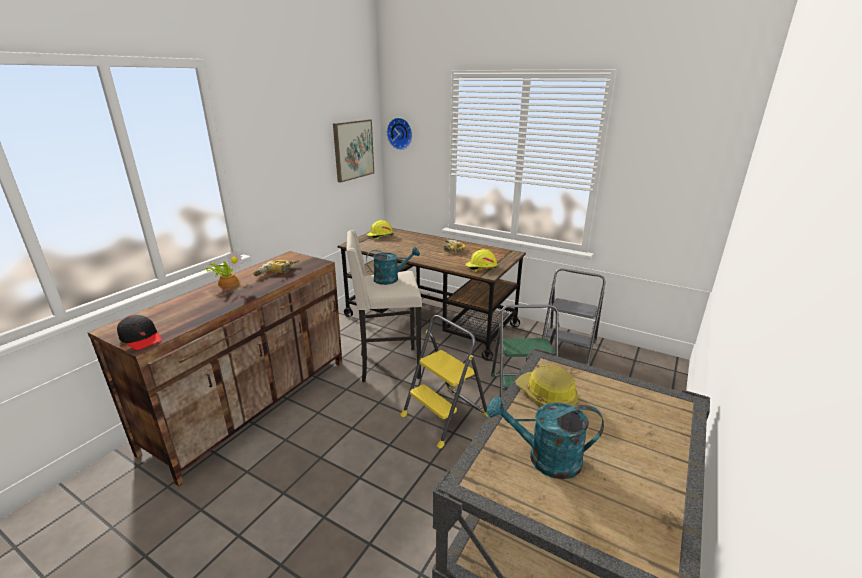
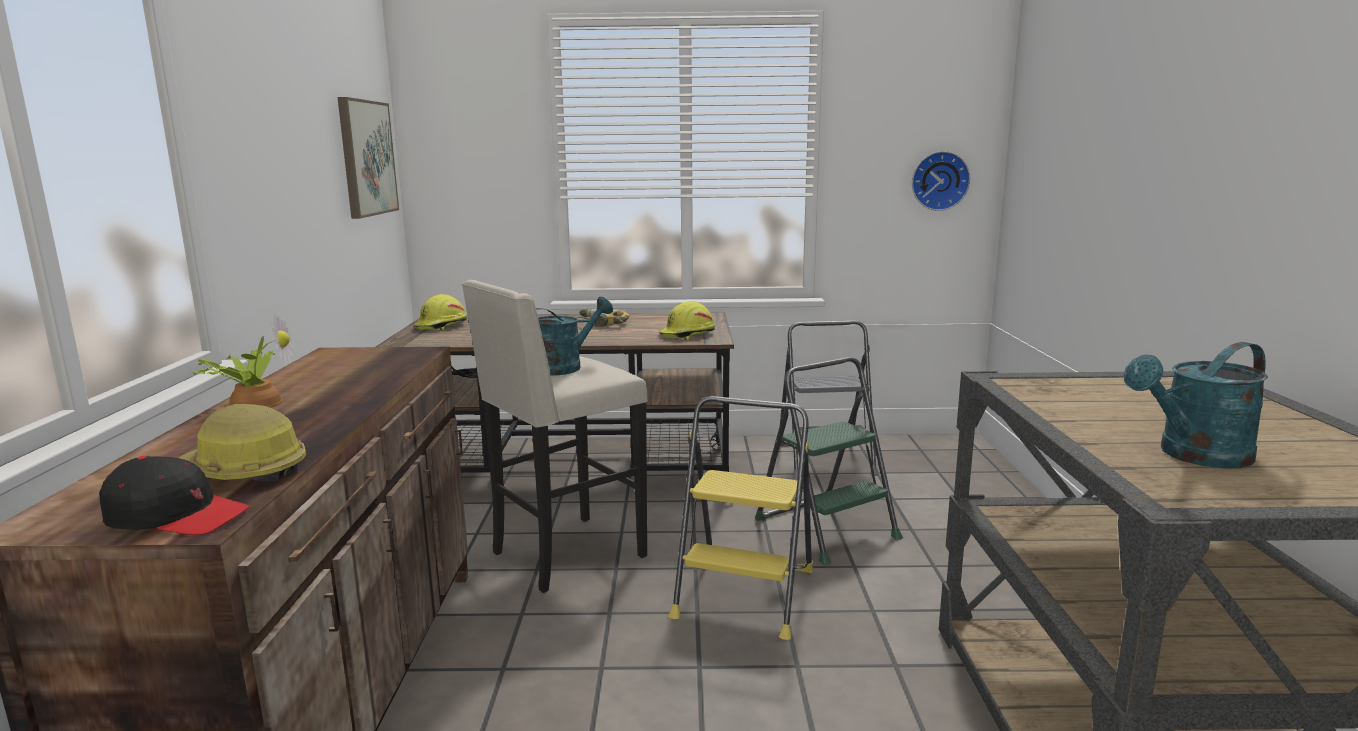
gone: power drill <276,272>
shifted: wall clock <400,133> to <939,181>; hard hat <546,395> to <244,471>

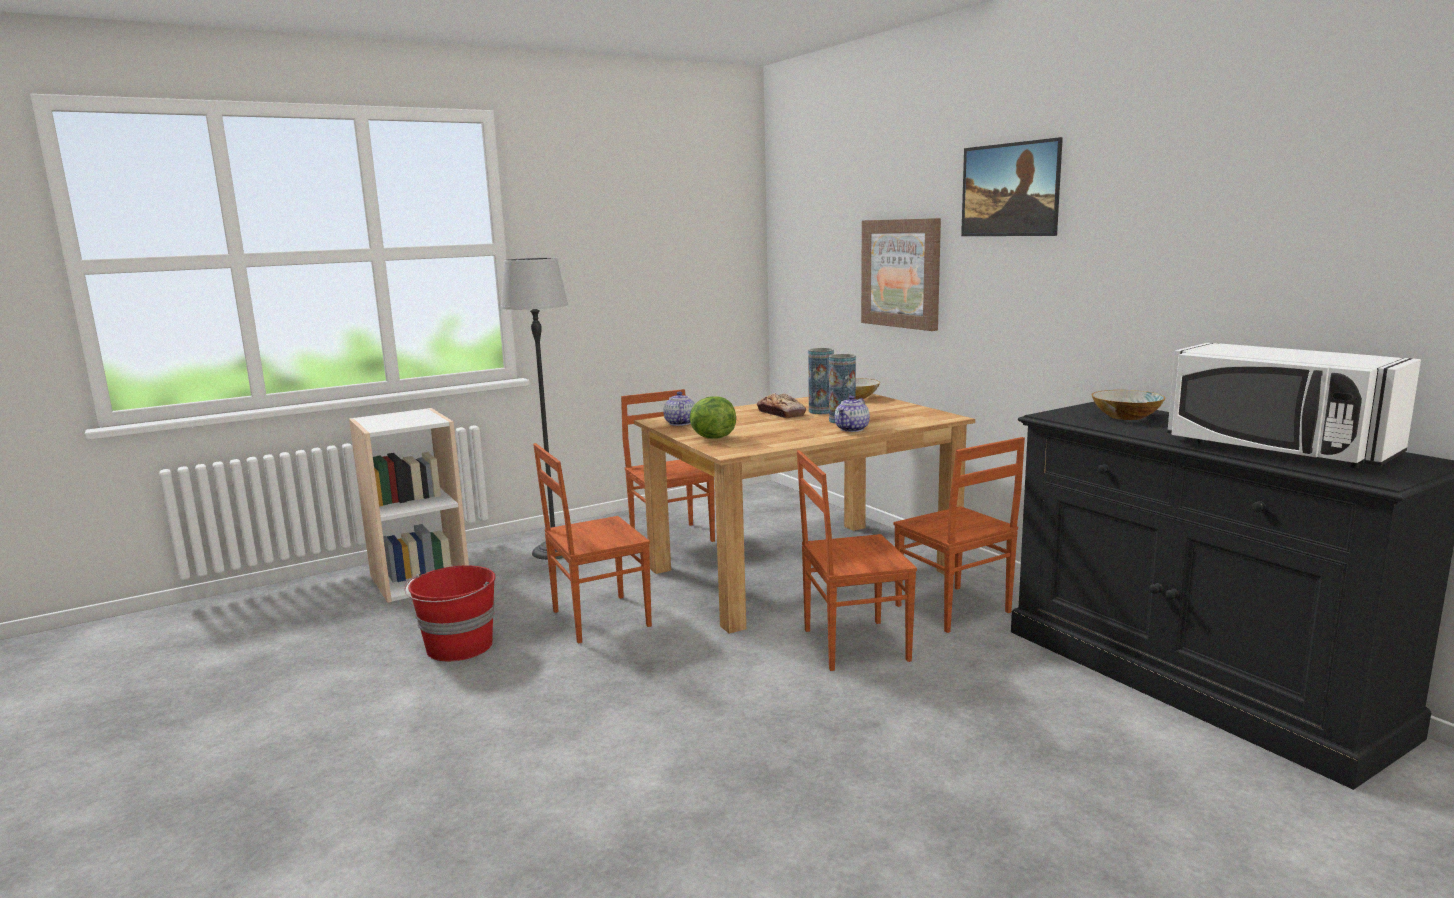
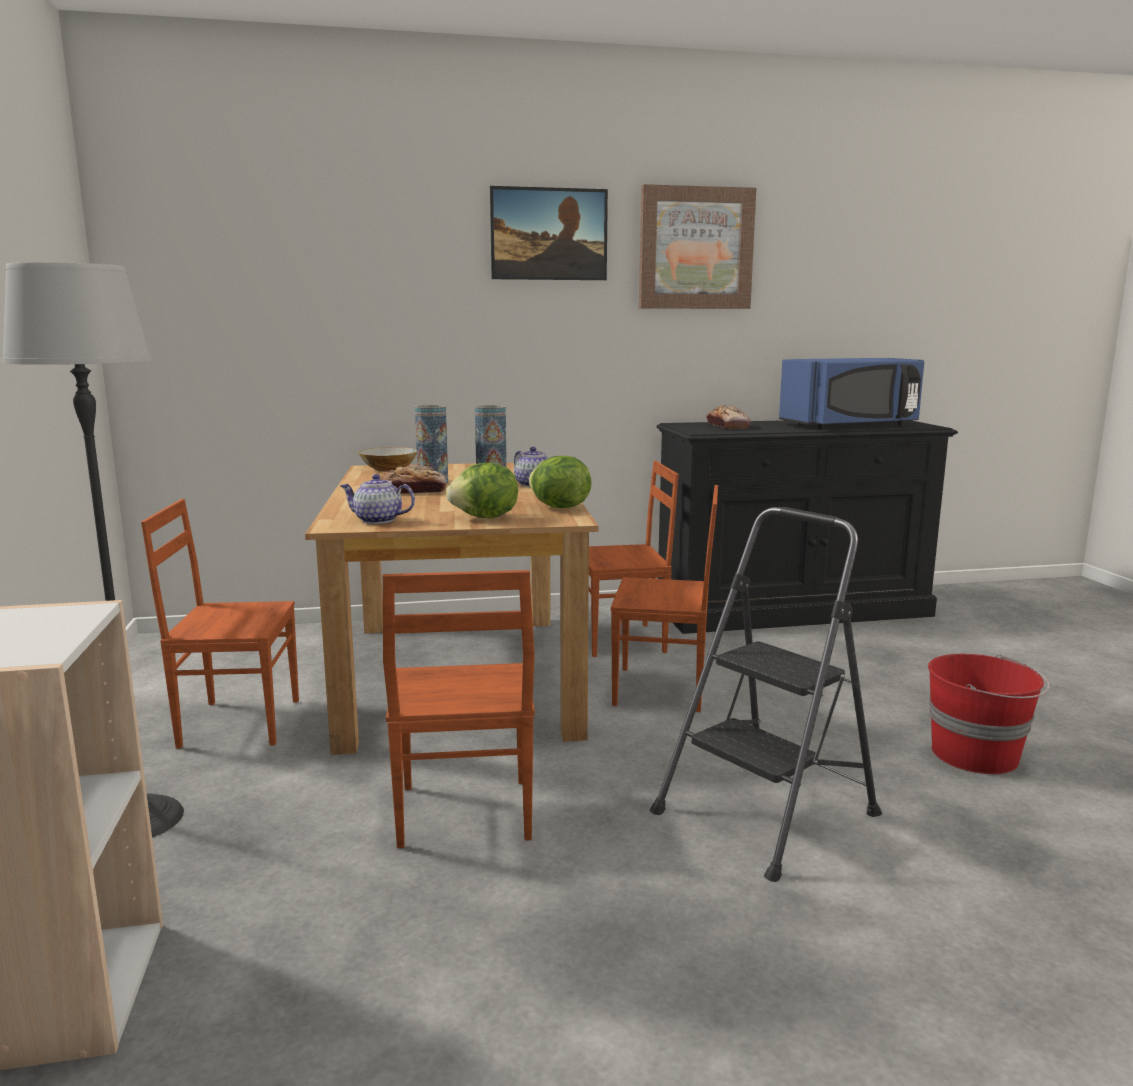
new: lettuce <558,508>; black step ladder <770,809>
shifted: picture <901,273> to <695,248>; red bucket <459,647> to <976,755>
swapped: bowl <1126,417> to bread <727,426>
repainted: white microwave <1276,450> to blue microwave <851,425>
rotated: brown chair <853,644> = <661,690> 90 degrees counterclockwise

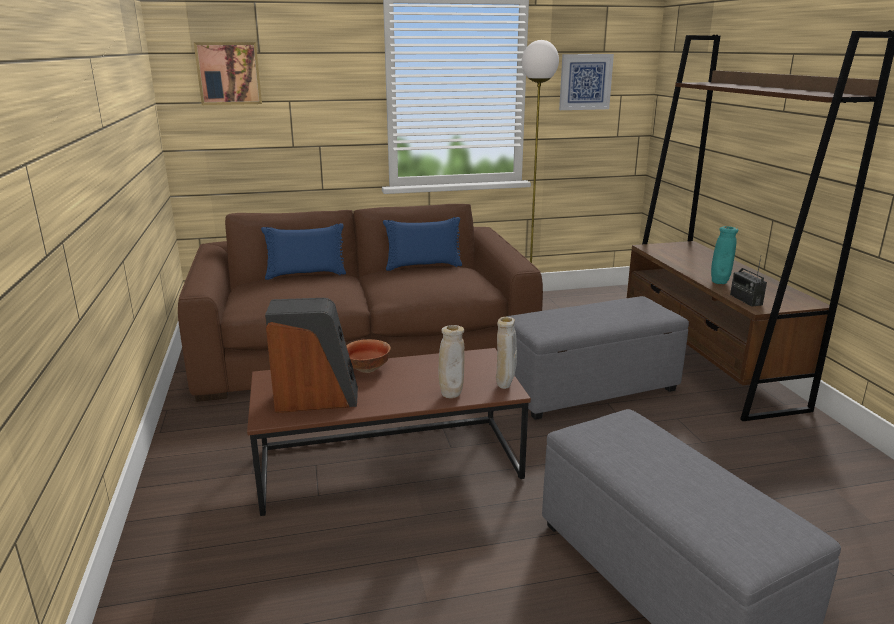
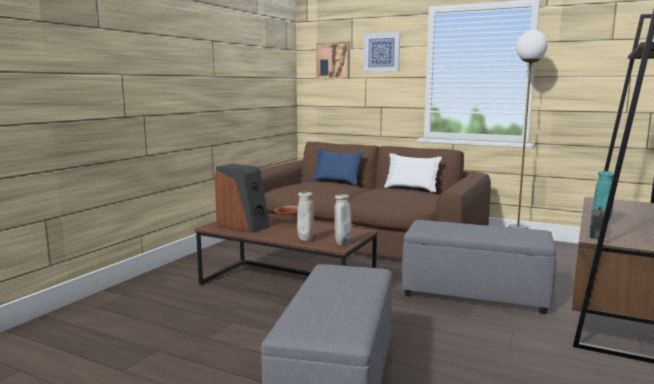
shifted: picture <585,82> to <381,52>
repainted: blue pillow <423,266> to white pillow <411,189>

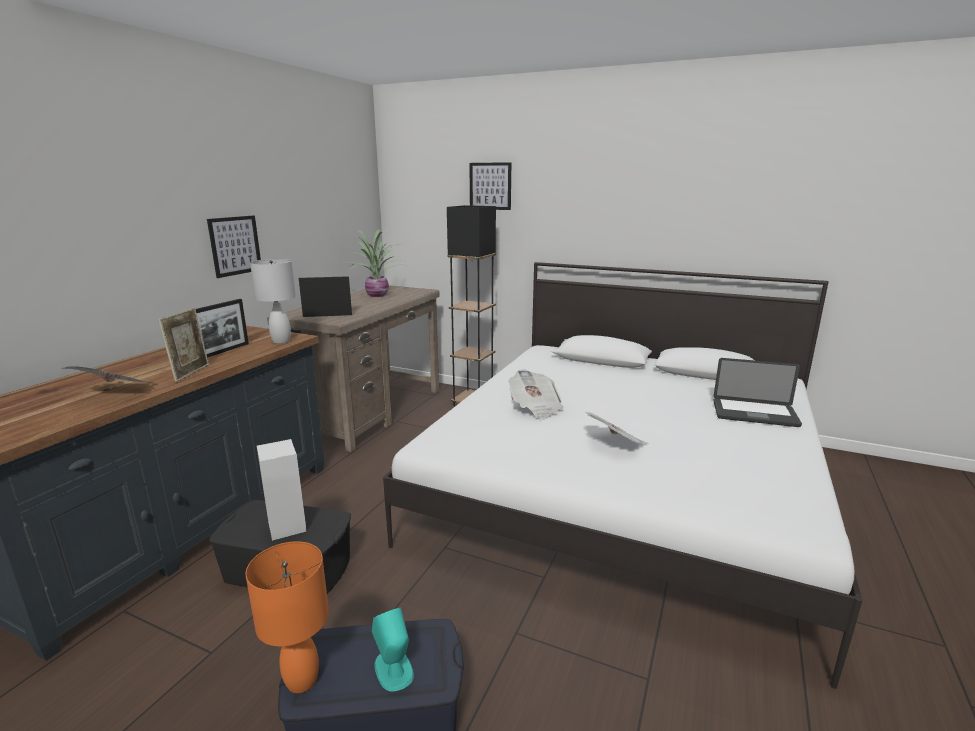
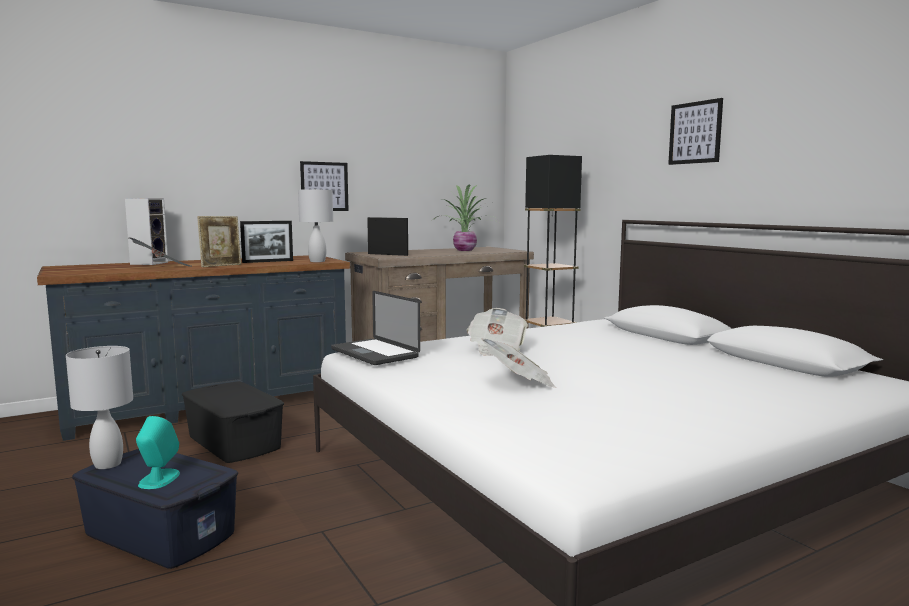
shifted: picture <490,186> to <695,132>; laptop <754,414> to <374,353>; speaker <285,525> to <149,263>
repainted: orange table lamp <302,681> to white table lamp <107,464>

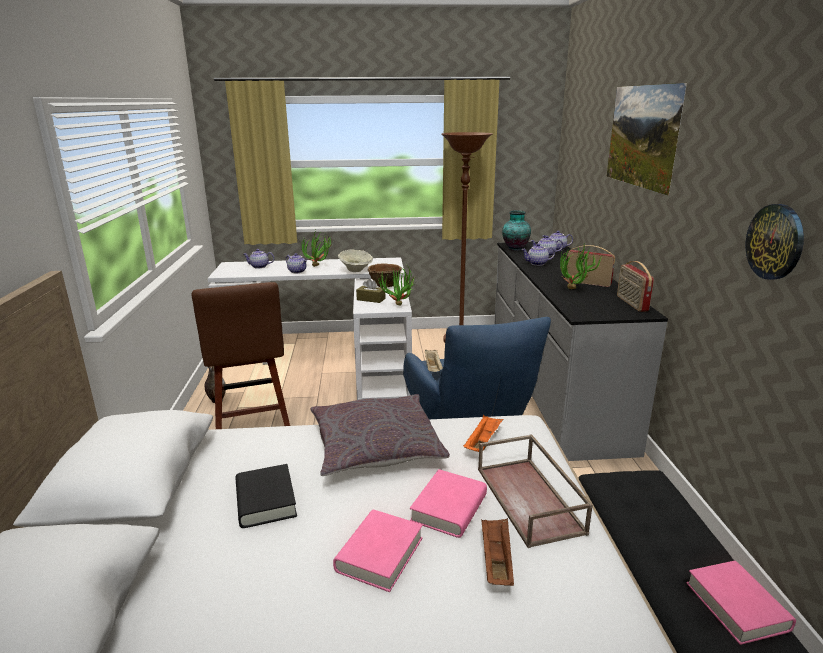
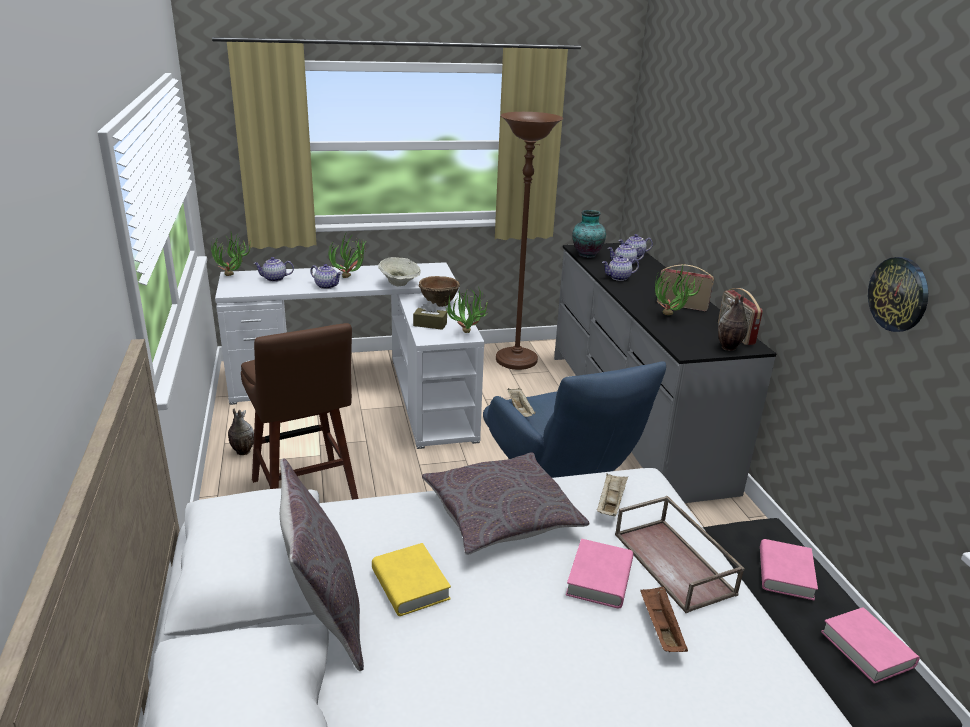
gone: picture <637,161>
new: potted plant <233,277>; vase <728,348>; grey pillow <325,616>
shifted: pink book <379,554> to <785,574>
repainted: orange tray <483,442> to beige tray <610,503>; black book <265,501> to yellow book <410,584>

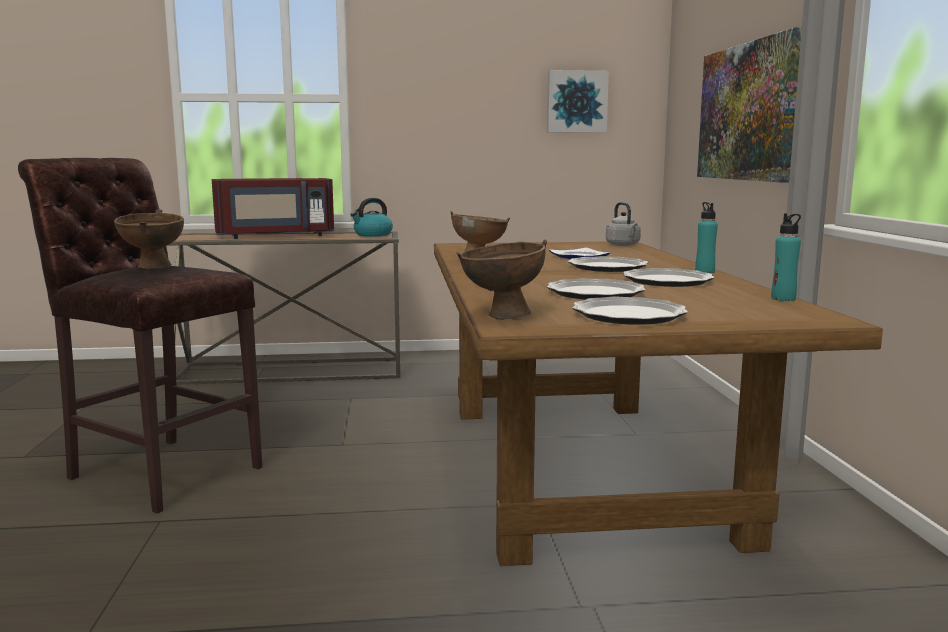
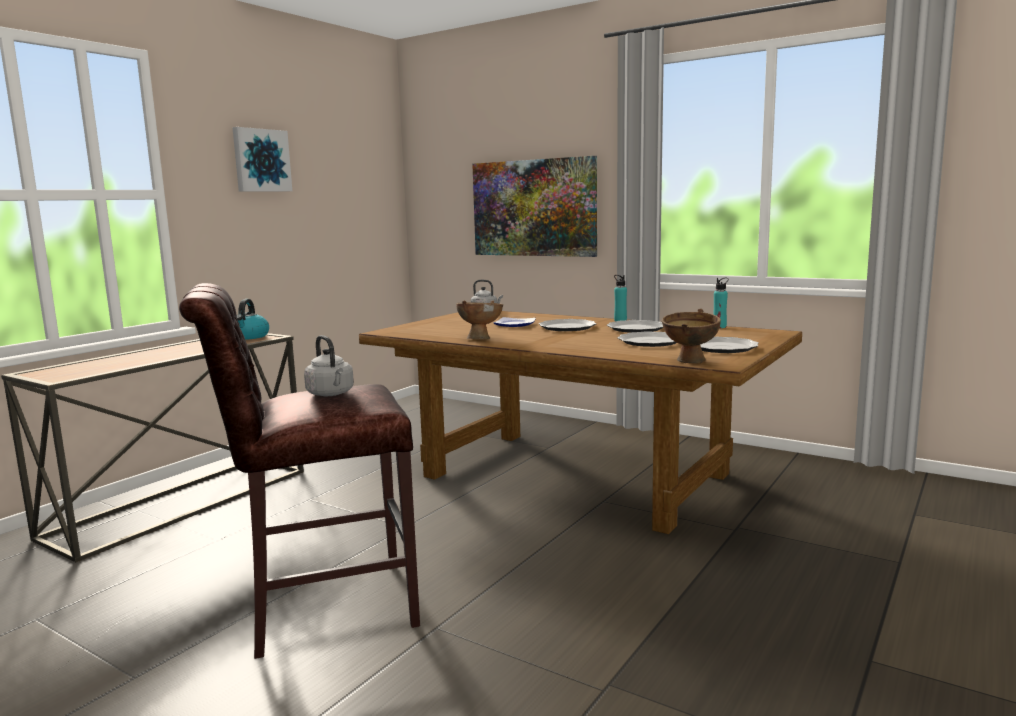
gone: red microwave <275,236>
shifted: picture <576,102> to <261,160>
swapped: brown bowl <153,268> to grey kettle <331,394>

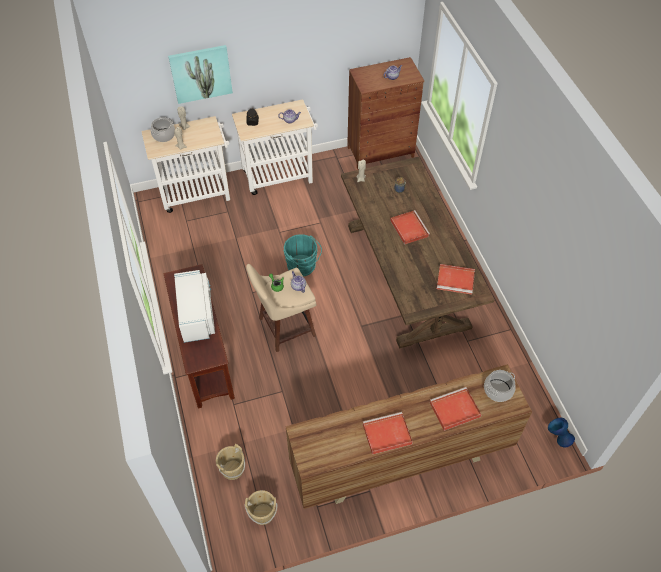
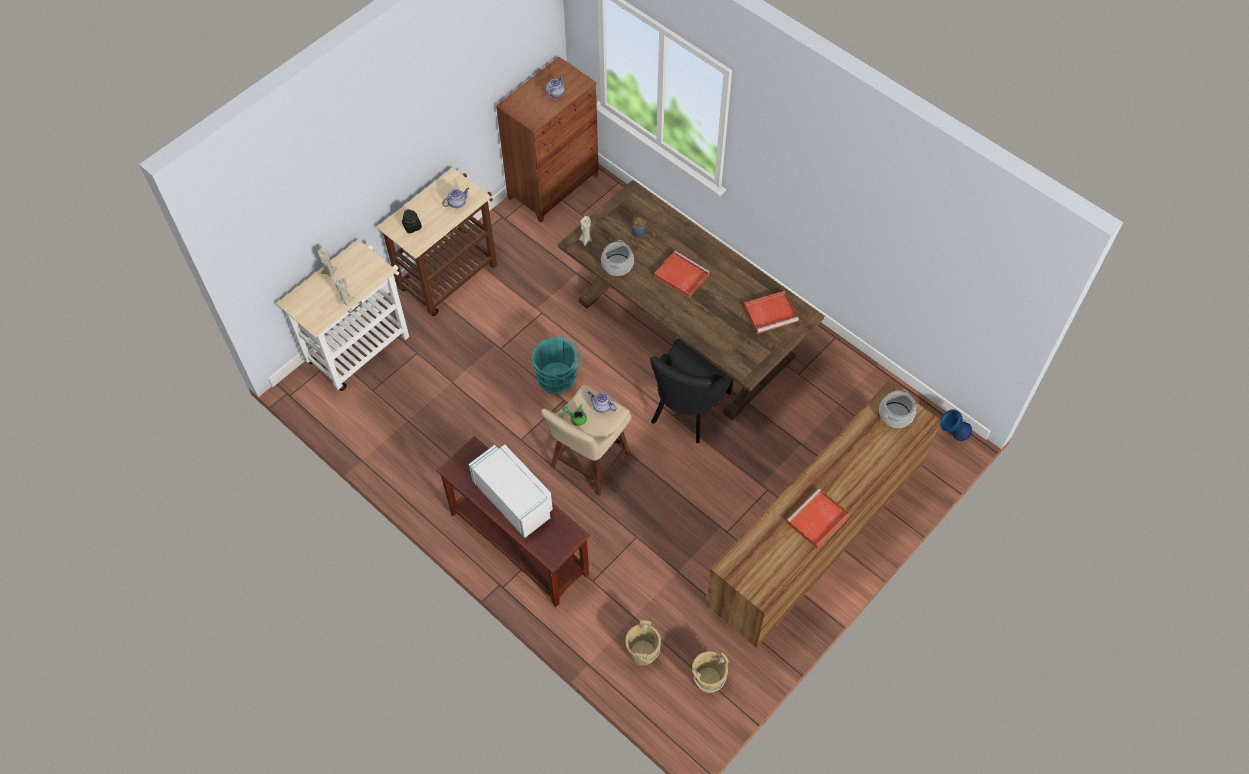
gone: picture <201,74>; red tray <454,410>
new: black chair <689,405>
shifted: cooking pot <164,135> to <617,264>
repainted: white cart <279,177> to brown cart <449,277>

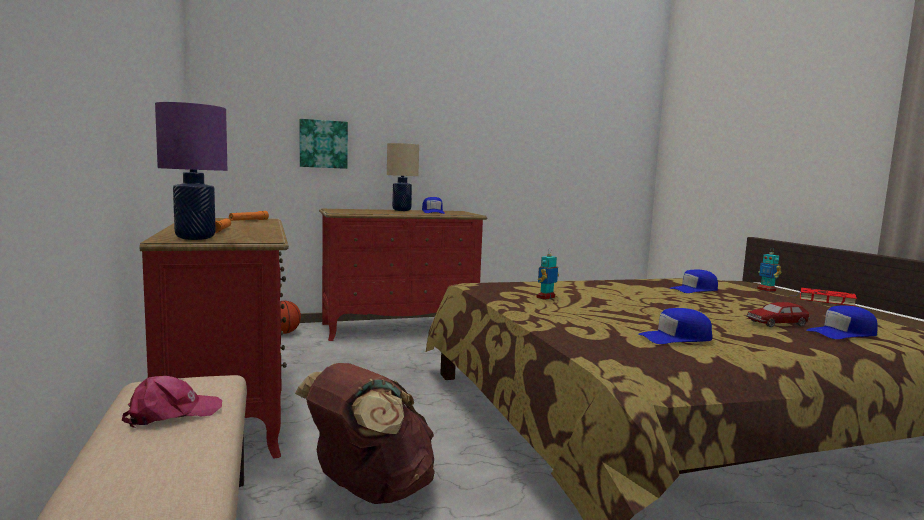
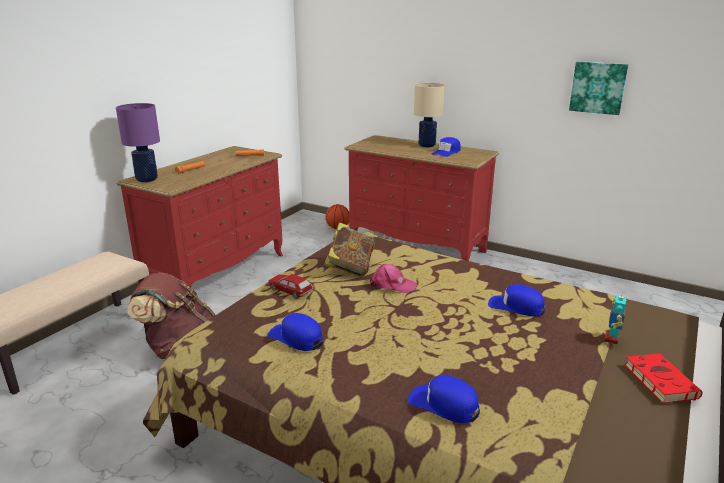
shifted: picture <323,144> to <598,87>; toy car <776,323> to <290,291>; pink cap <172,413> to <392,285>
swapped: toy robot <546,297> to book <350,268>

